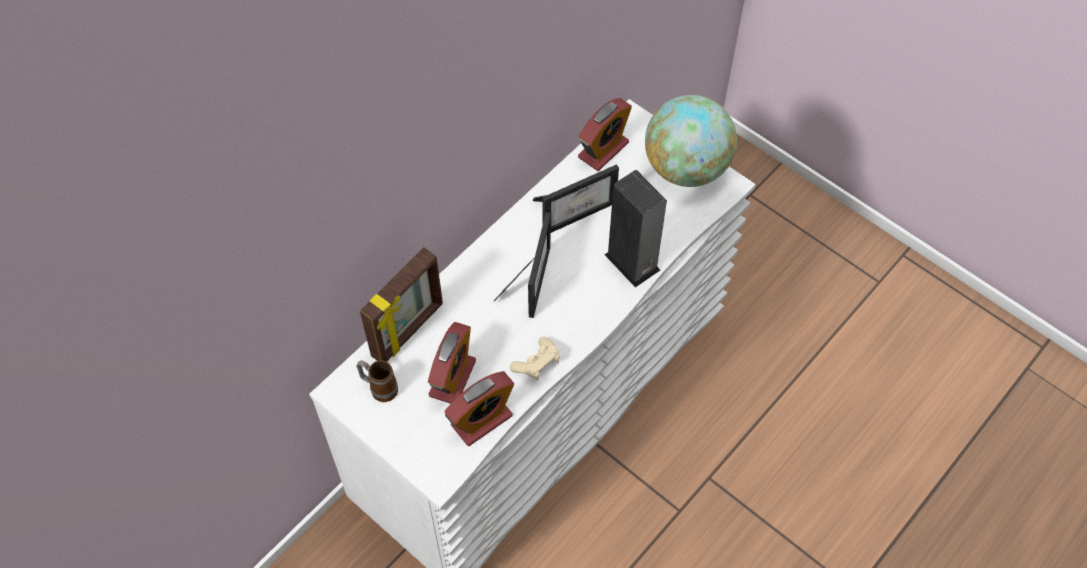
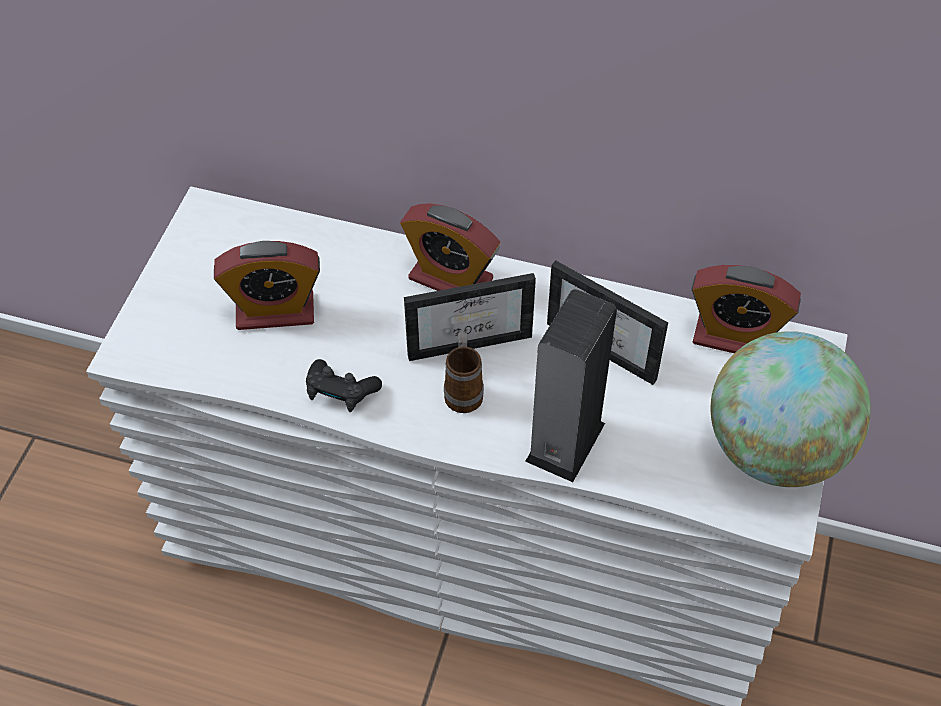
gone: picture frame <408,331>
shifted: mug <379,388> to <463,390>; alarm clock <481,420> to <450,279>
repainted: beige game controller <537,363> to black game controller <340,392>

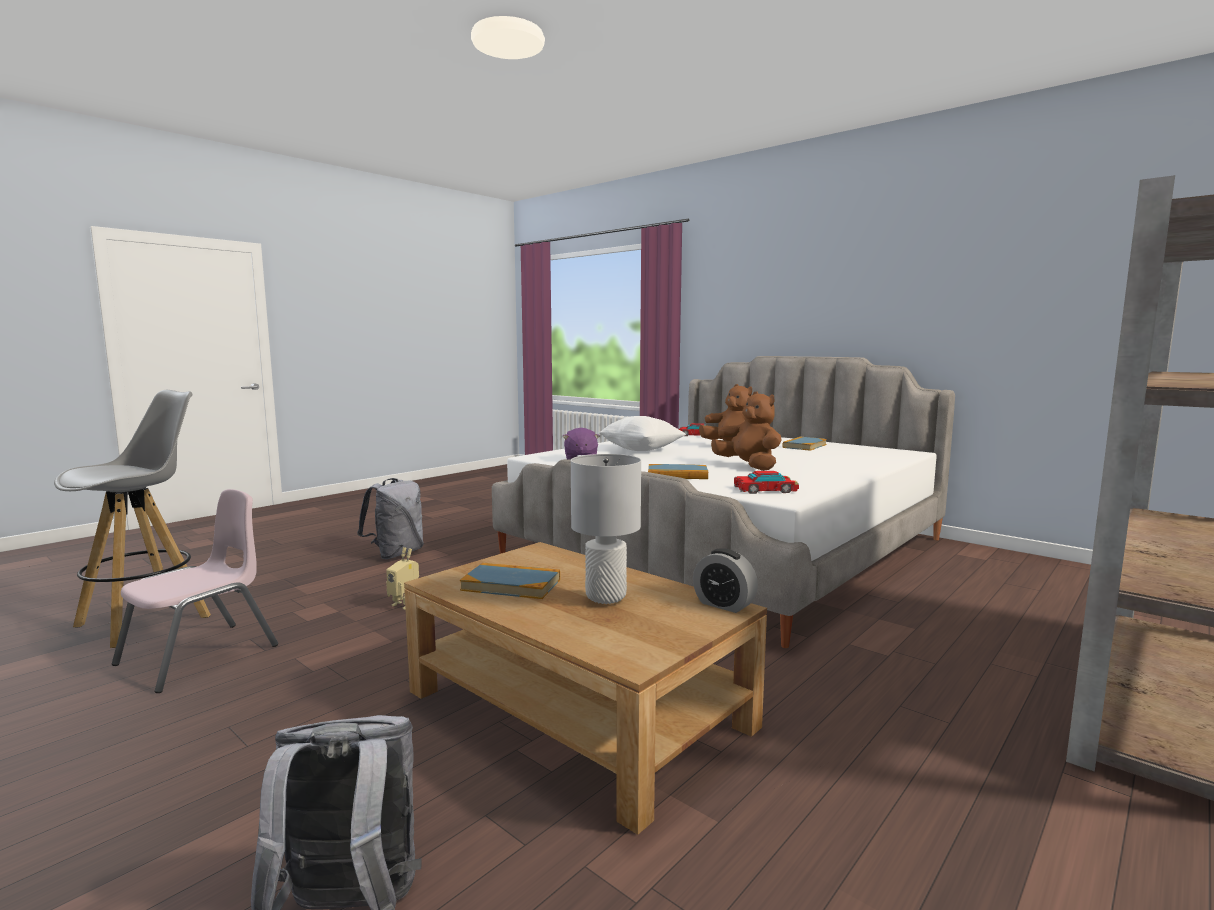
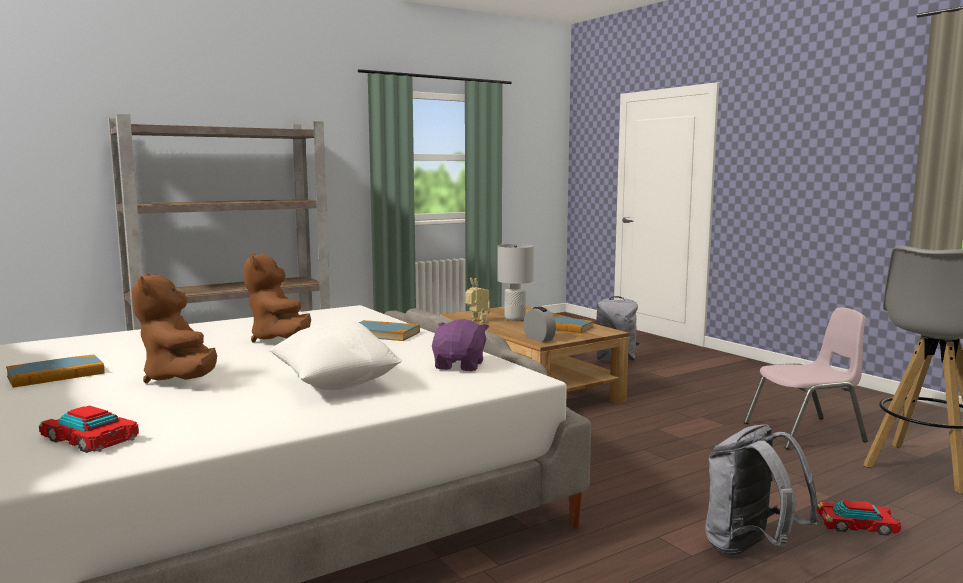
shifted: toy car <765,490> to <857,525>; toy robot <404,604> to <477,321>; alarm clock <724,604> to <539,339>
rotated: pink chair <200,655> = <805,433> 150 degrees counterclockwise

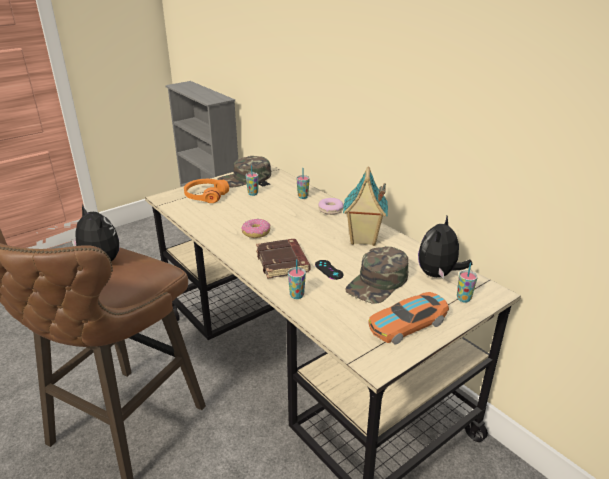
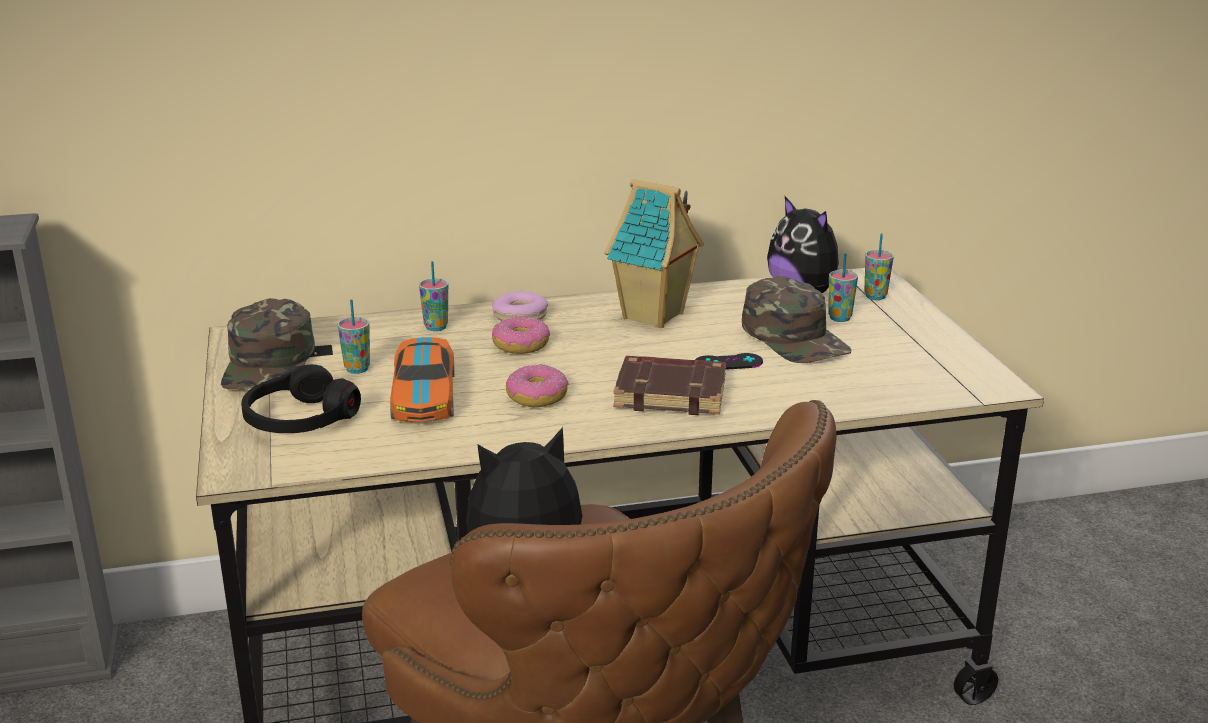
new: donut <521,345>
shifted: cup <296,295> to <839,318>; toy car <407,324> to <424,395>
repainted: orange headphones <206,196> to black headphones <299,419>

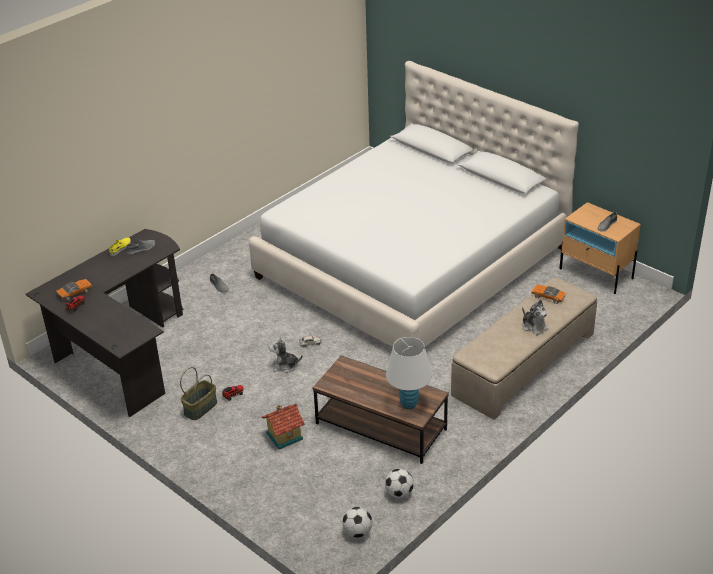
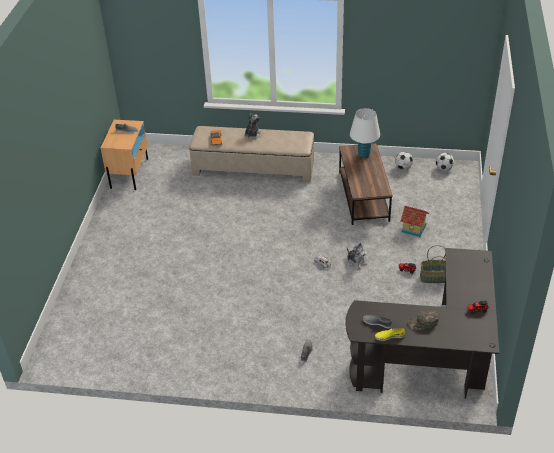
gone: white bed <412,262>; toy car <75,292>
new: green cap <423,323>

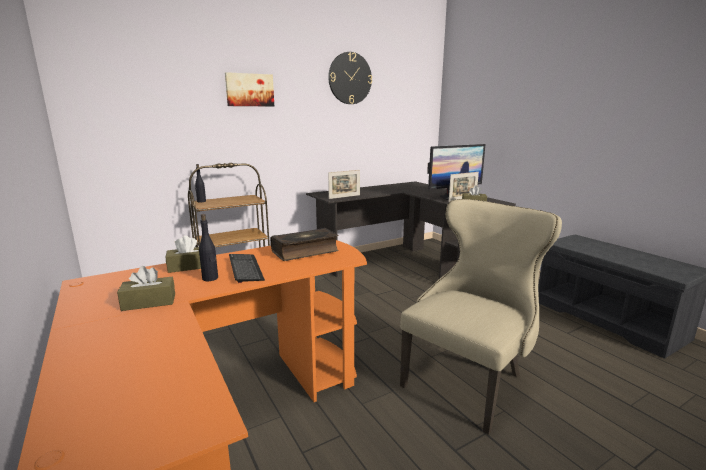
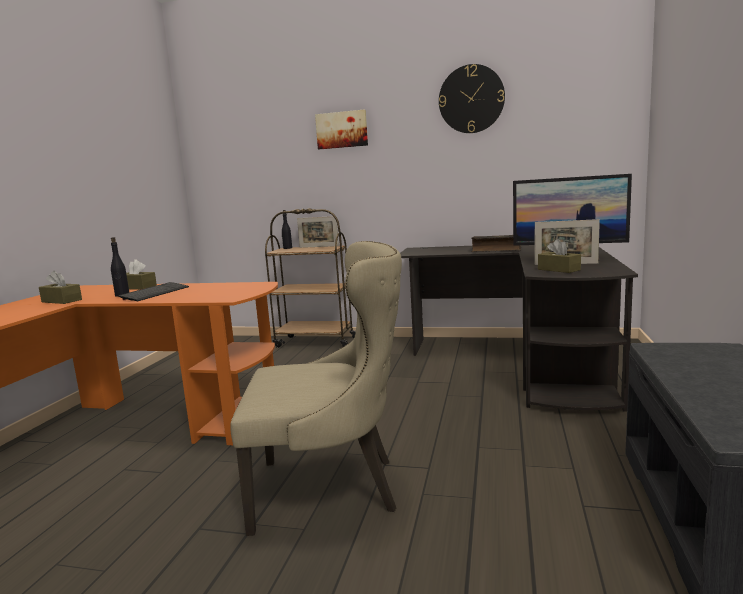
shifted: picture frame <344,197> to <319,246>; book <305,251> to <496,250>

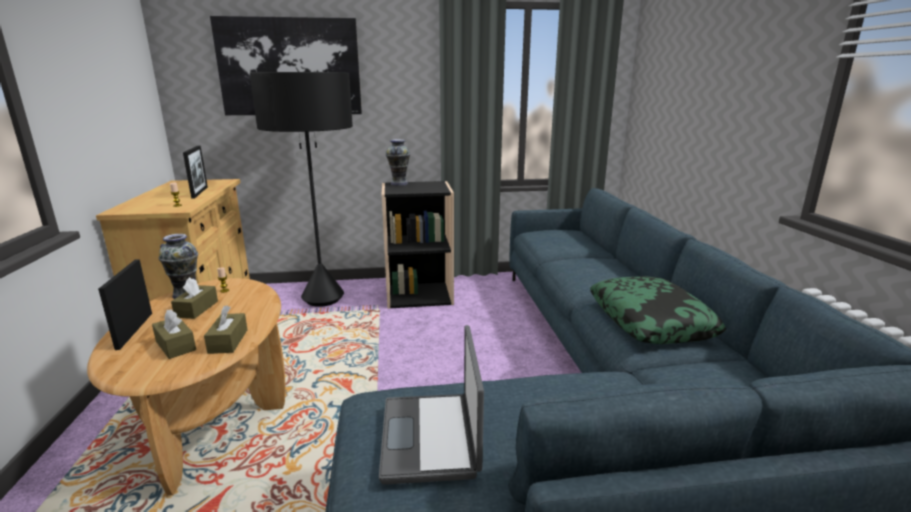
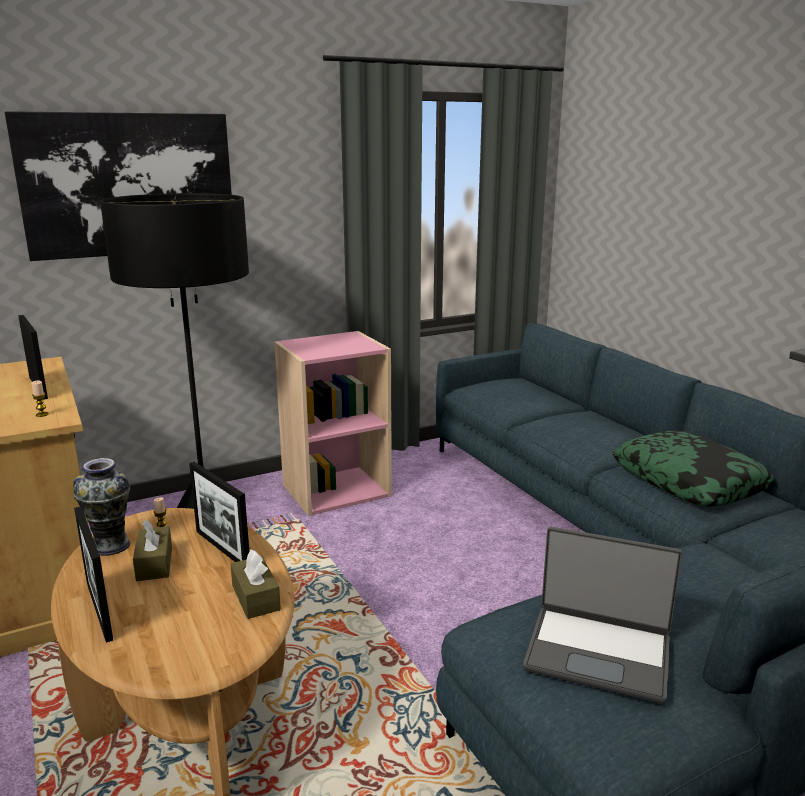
gone: vase <399,184>; brown tissue box <175,345>
new: picture frame <222,549>
repainted: black bookcase <420,295> to pink bookcase <337,489>
rotated: laptop <432,437> = <598,652> 45 degrees counterclockwise

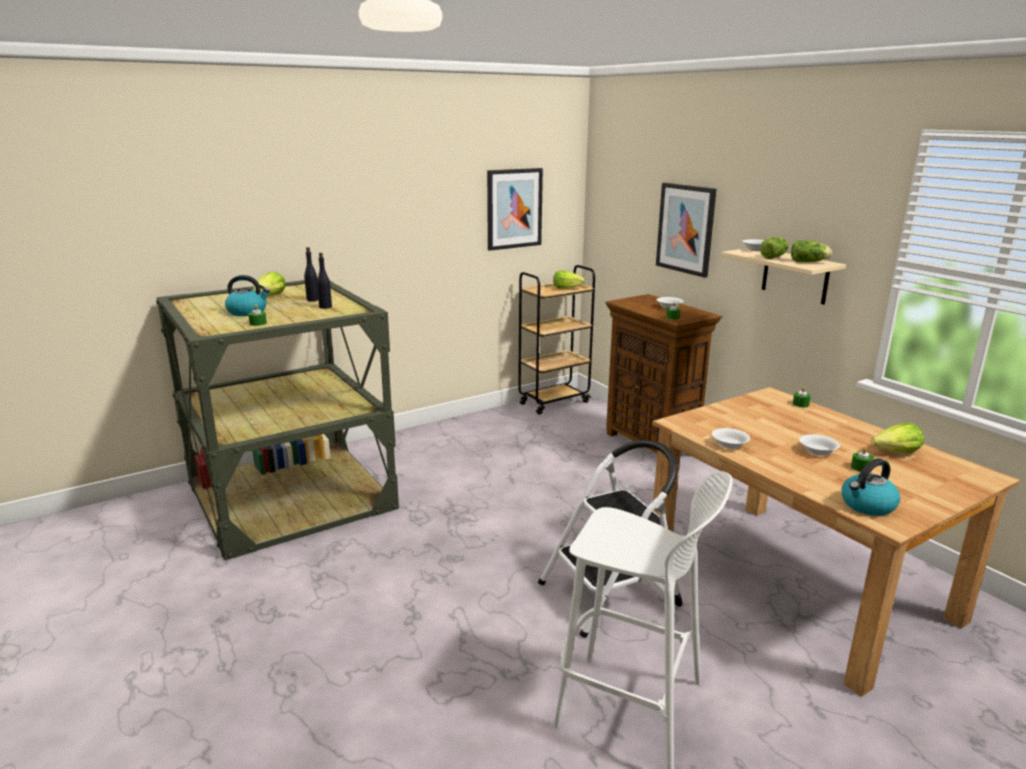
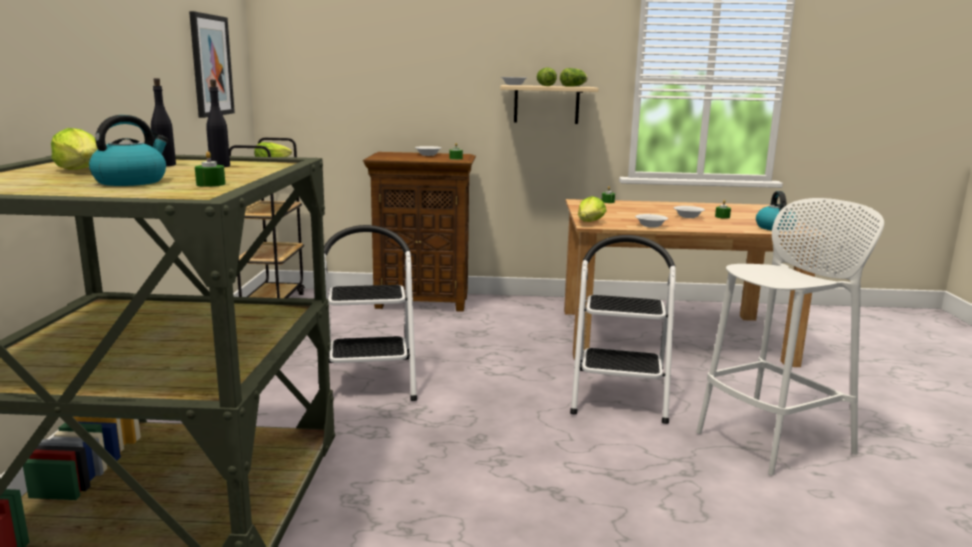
gone: picture <685,229>
new: step ladder <370,379>
shifted: lettuce <896,452> to <590,223>

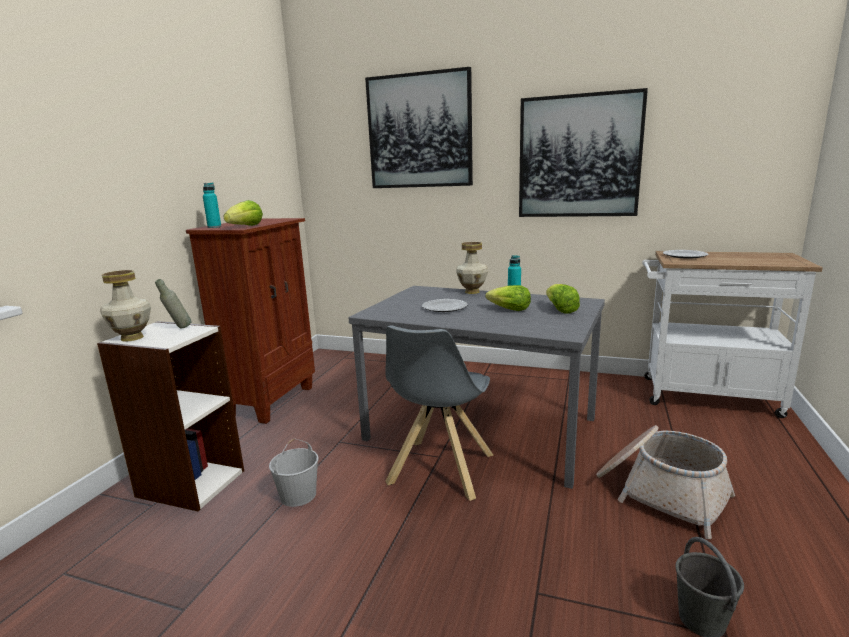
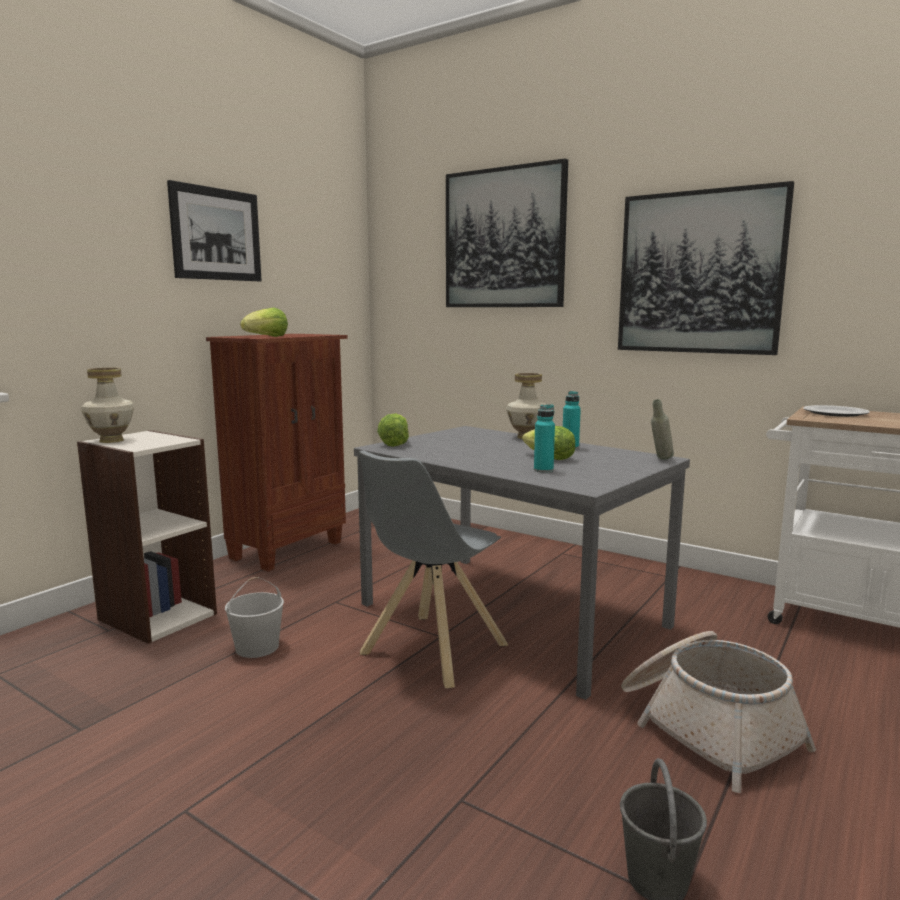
gone: plate <444,307>
new: picture <216,234>
shifted: turquoise bottle <214,227> to <543,470>; grey bottle <178,329> to <660,459>; lettuce <560,310> to <395,443>

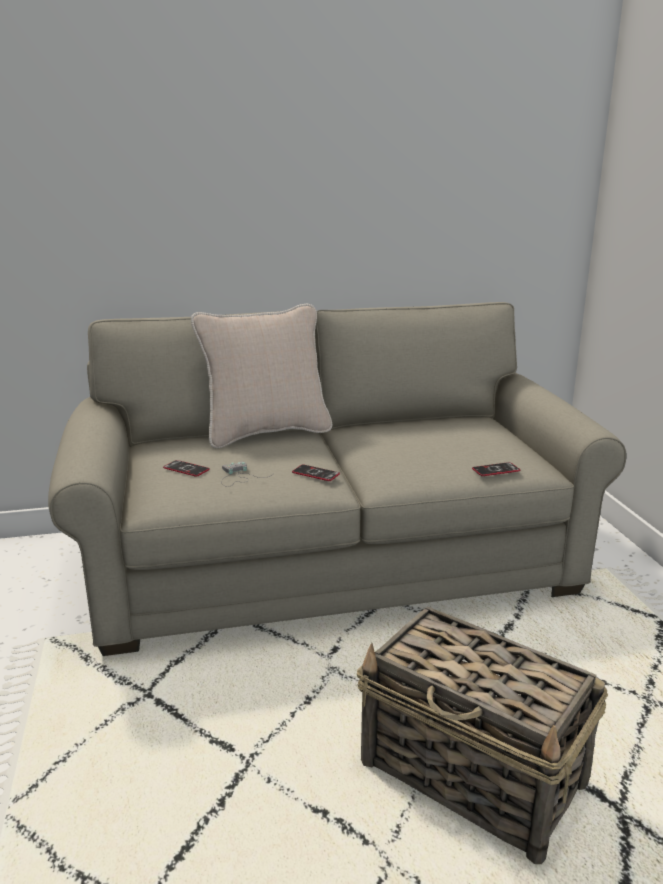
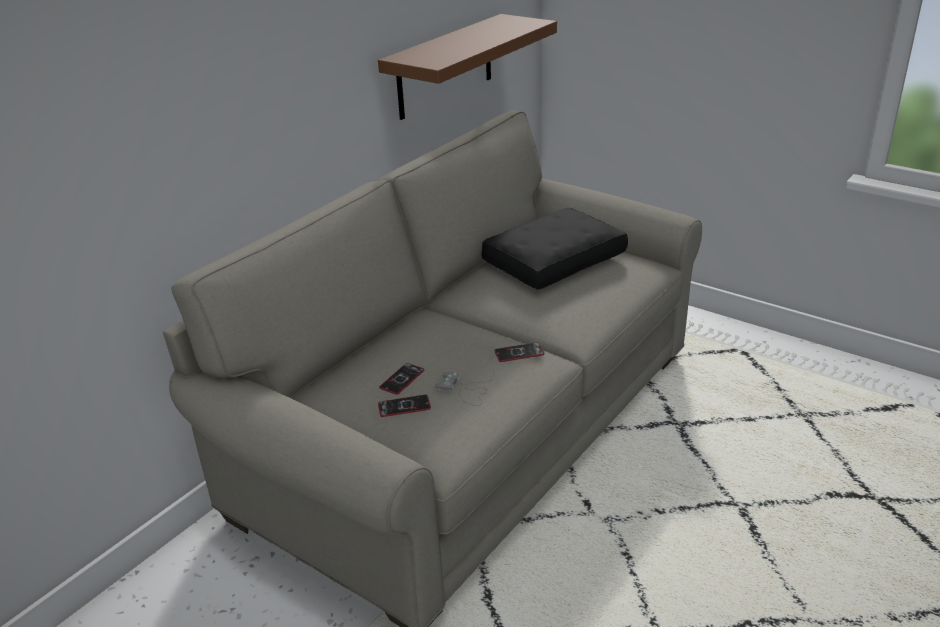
gone: beige pillow <266,433>; basket <474,775>
new: brown shelf <445,67>; black pillow <553,260>
shifted: phone <496,470> to <402,379>

